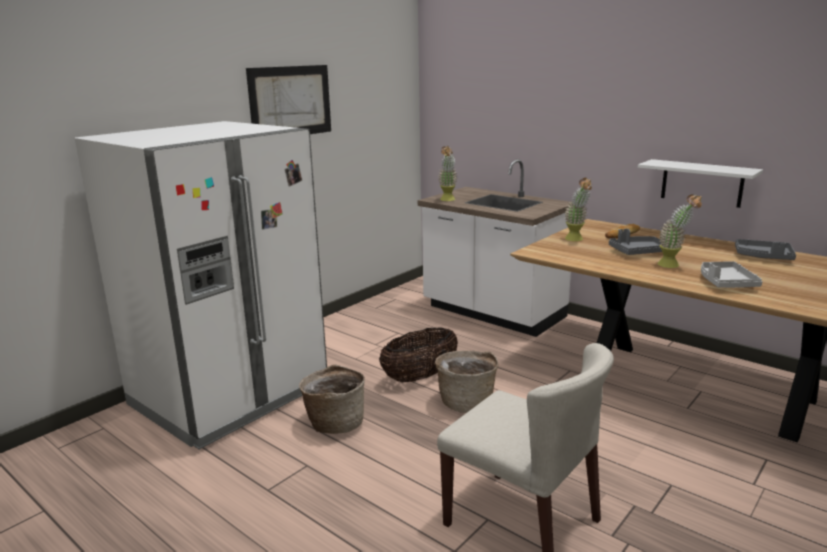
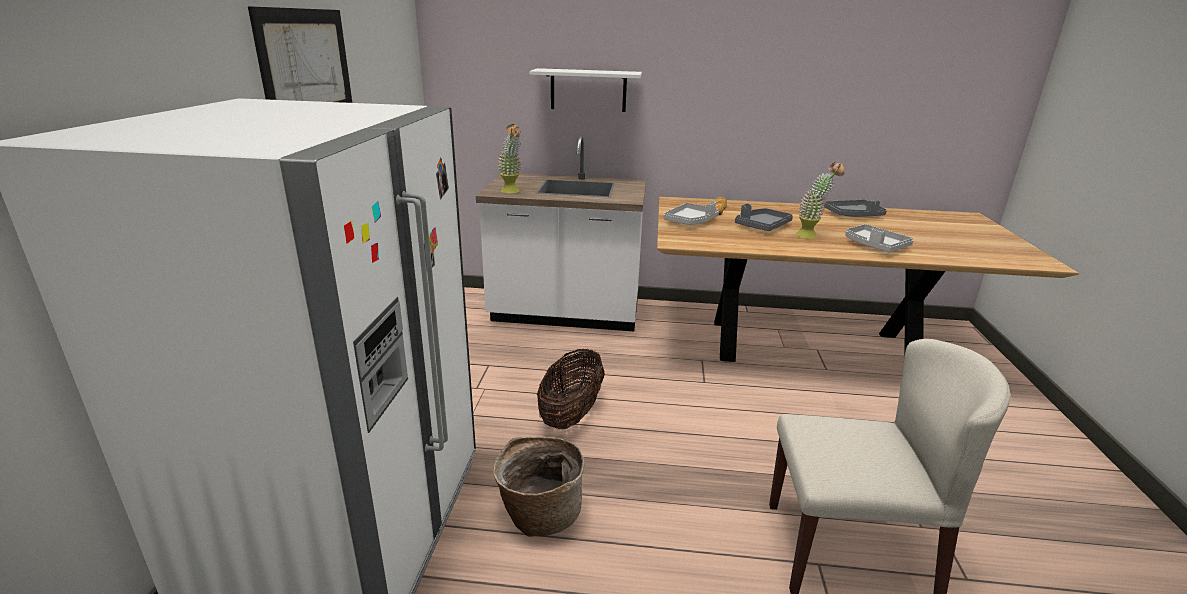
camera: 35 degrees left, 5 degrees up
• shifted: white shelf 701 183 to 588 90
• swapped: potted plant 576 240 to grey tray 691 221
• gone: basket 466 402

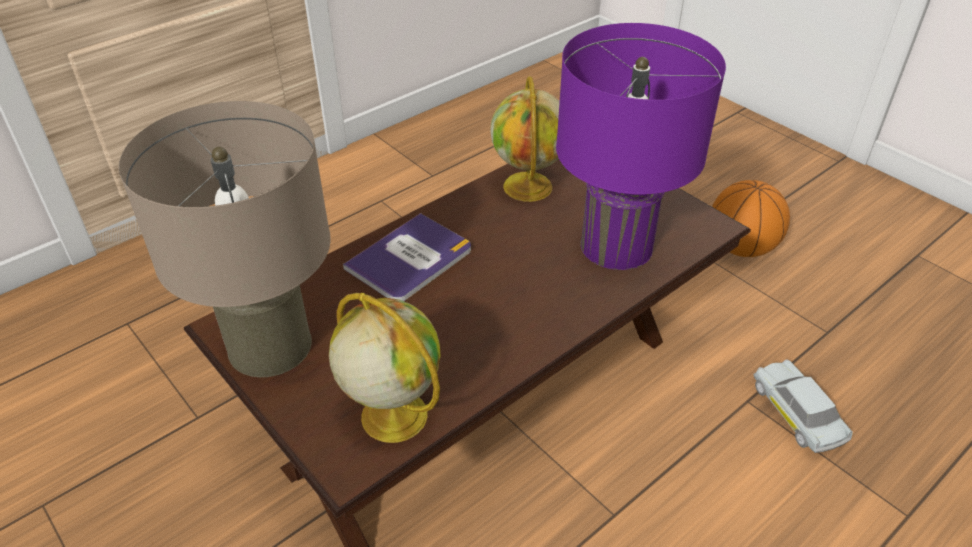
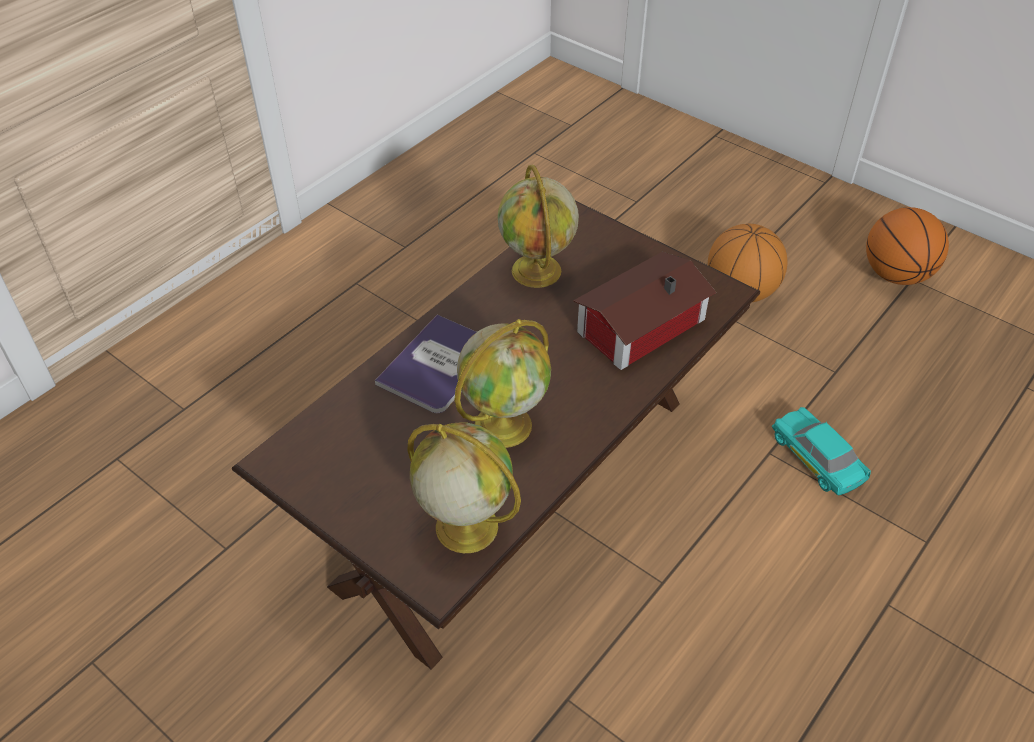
camera: 10 degrees left, 5 degrees up
• swapped: purple table lamp 616 245 to toy house 636 325
• gone: beige table lamp 270 345
• repainted: white toy car 796 414 to turquoise toy car 816 459
• new: basketball 896 275
• new: globe 504 424

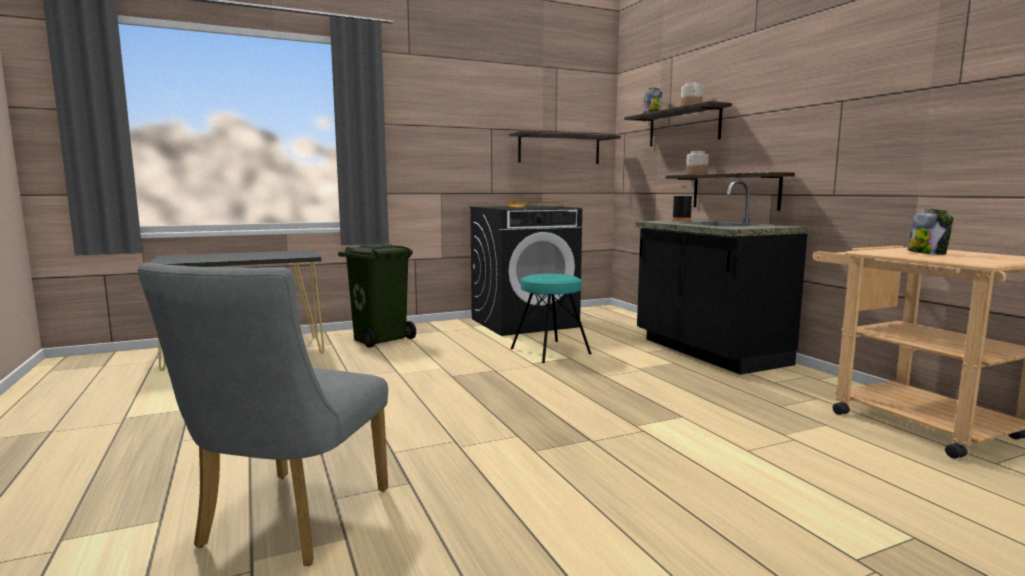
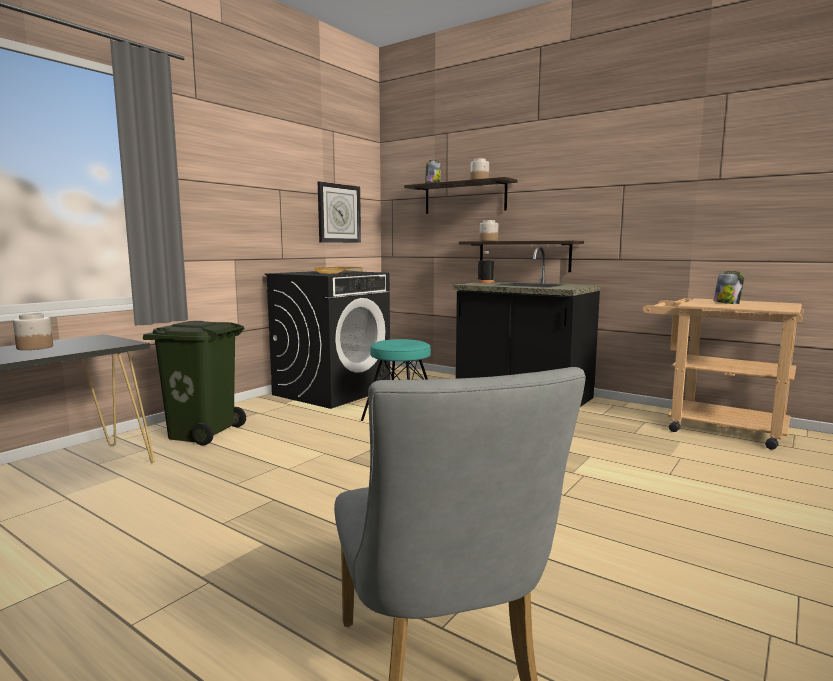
camera: 30 degrees left, 0 degrees up
• swapped: shelf 559 149 to wall clock 339 213
• new: jar 34 347

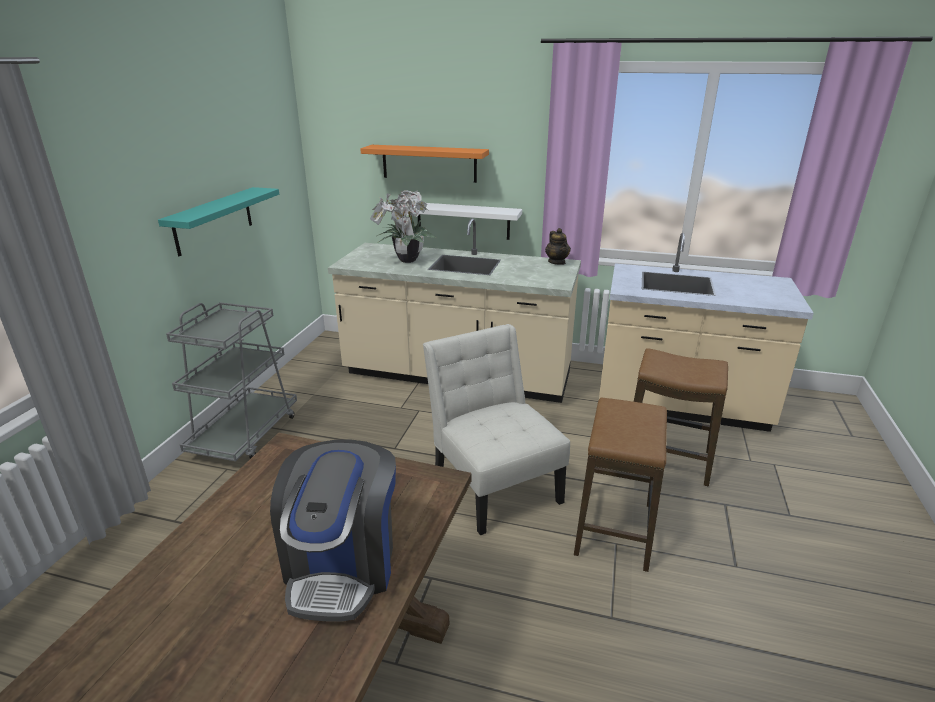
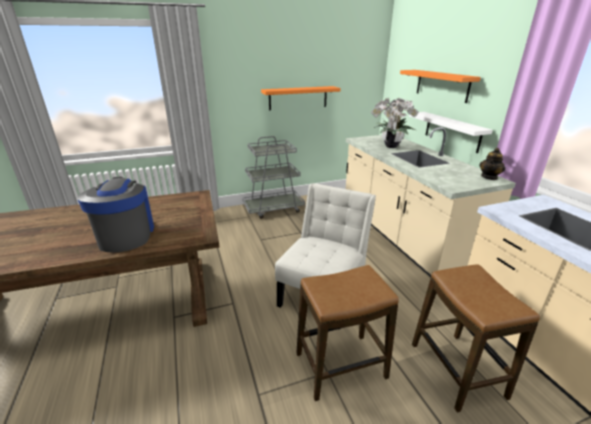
camera: 55 degrees right, 0 degrees up
• repainted: turquoise shelf 214 220 to orange shelf 298 98
• rotated: coffee machine 342 565 = 126 235 105 degrees clockwise

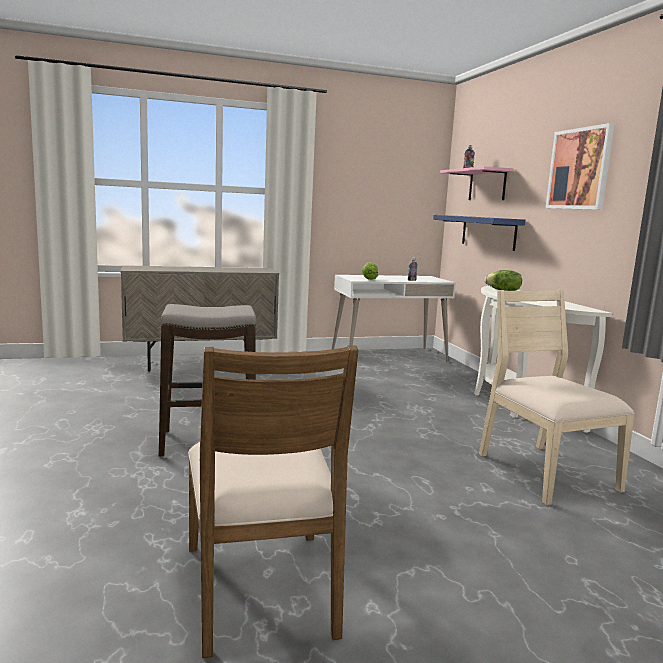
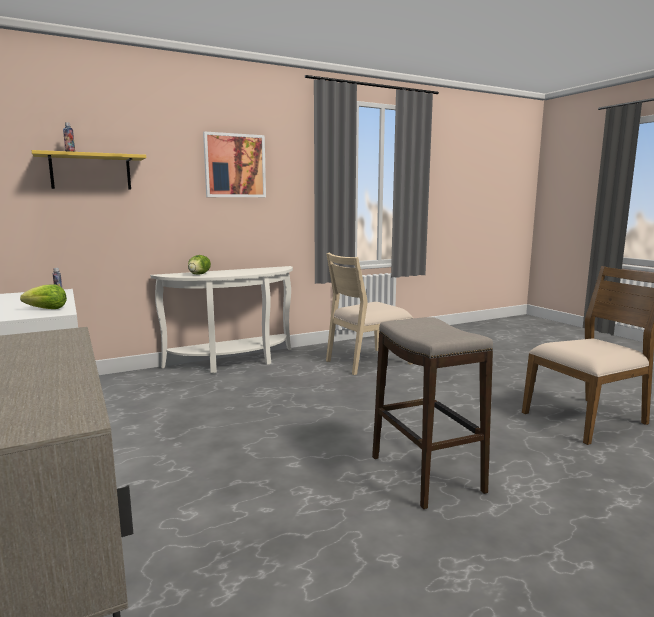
camera: 100 degrees left, 0 degrees up
• repainted: pink shelf 487 185 to yellow shelf 91 172
• gone: blue shelf 488 232

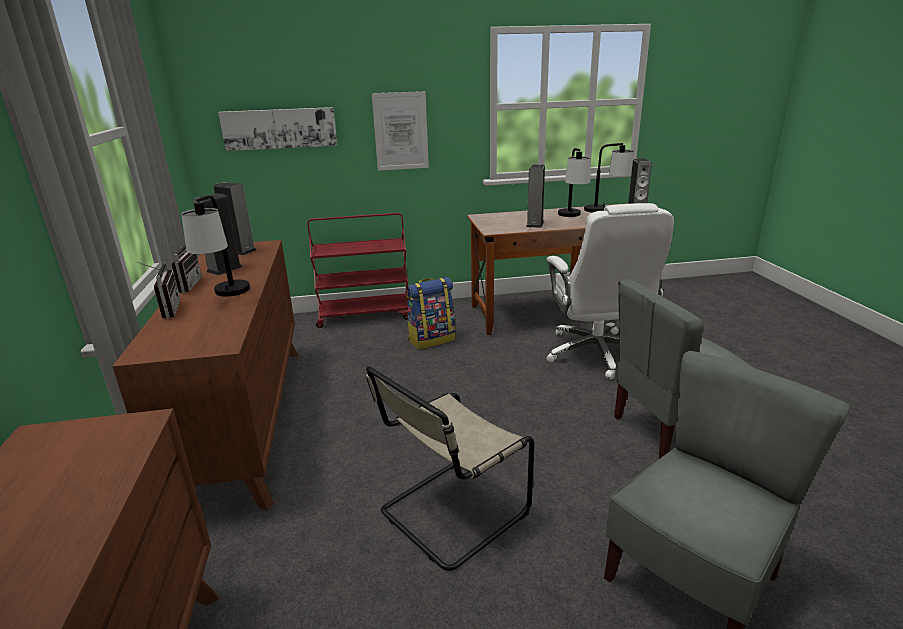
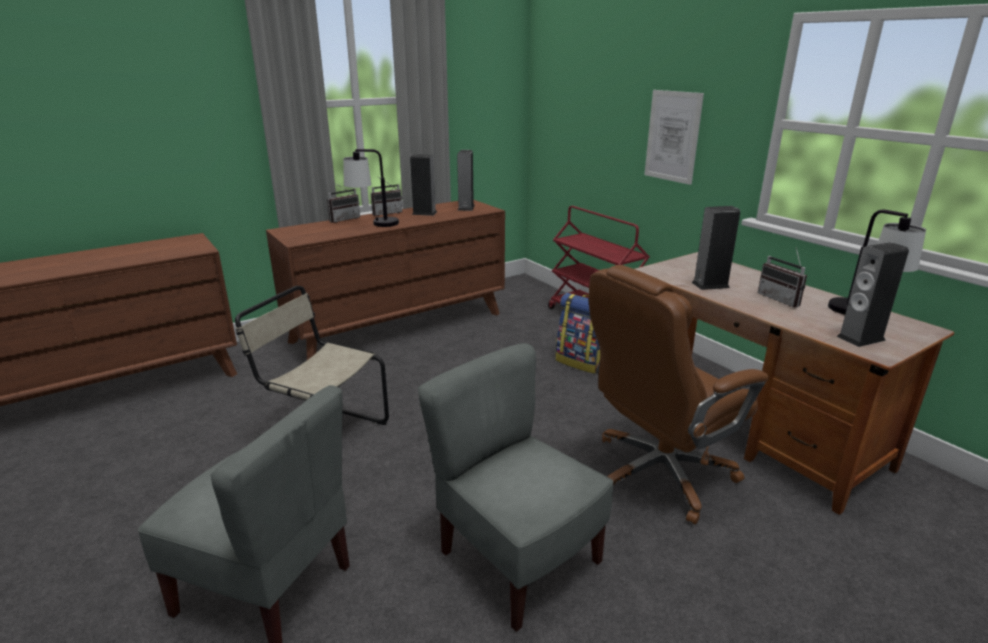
camera: 65 degrees right, 0 degrees up
• gone: picture 280 128
• swapped: table lamp 572 217 to radio 782 299
• repainted: white office chair 597 353 to brown office chair 658 473

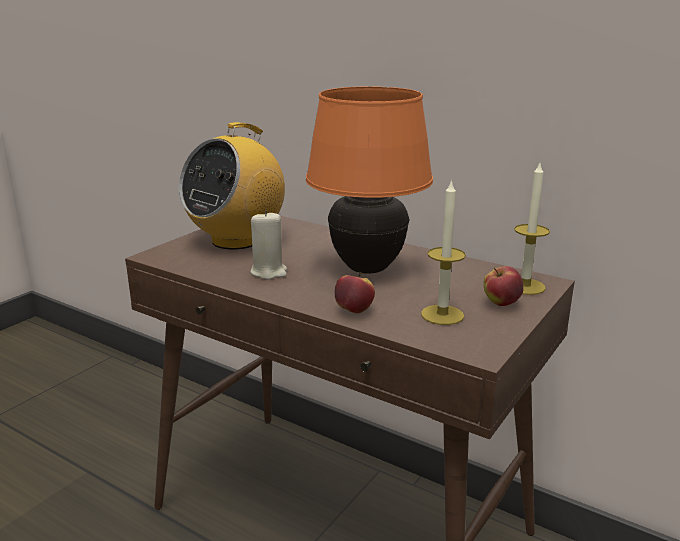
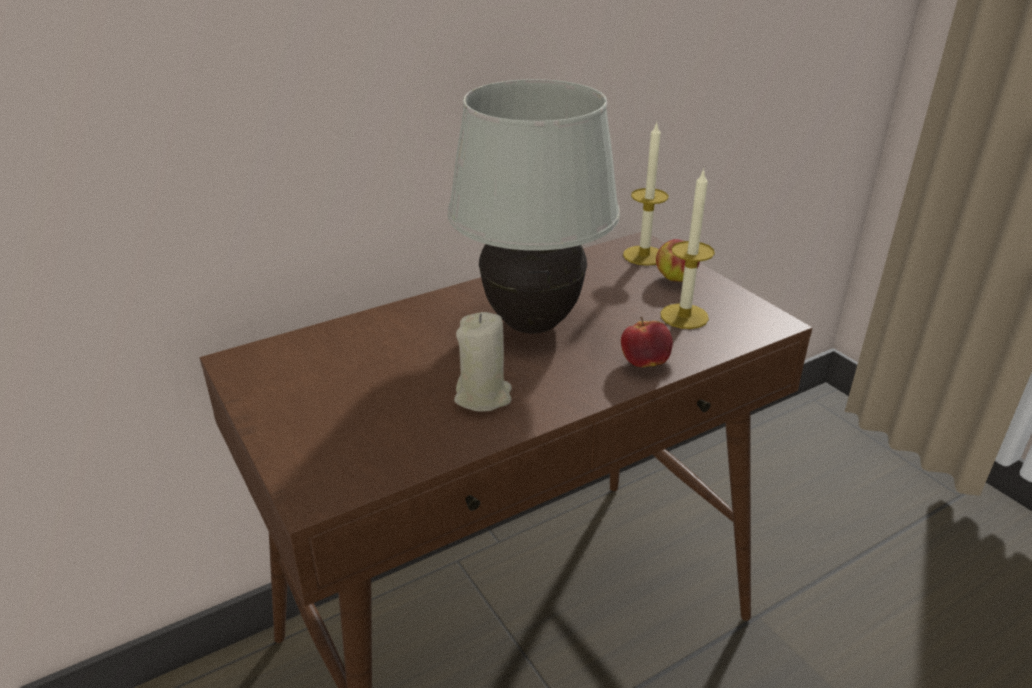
camera: 65 degrees left, 10 degrees up
• repainted: orange table lamp 368 269 to white table lamp 533 324
• gone: radio 236 240

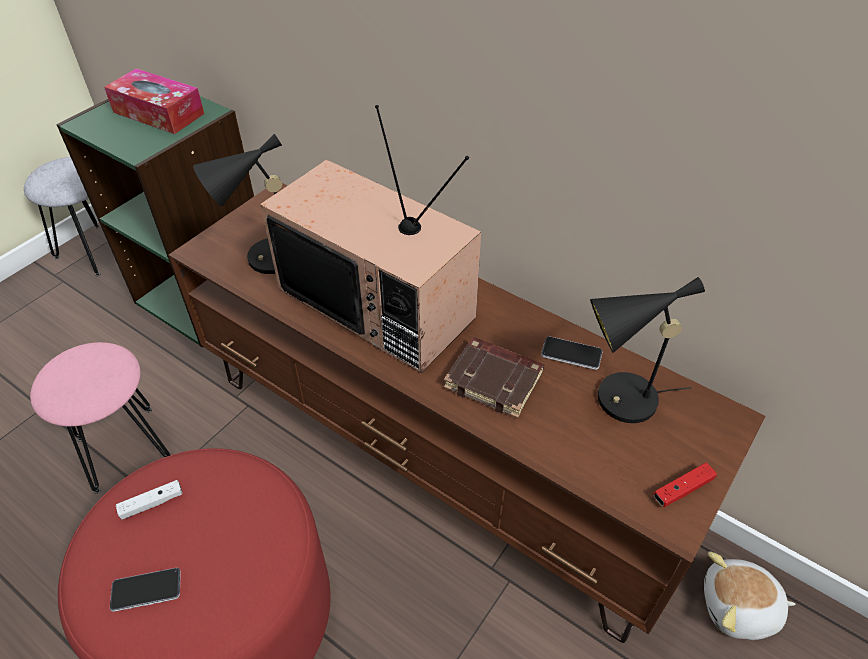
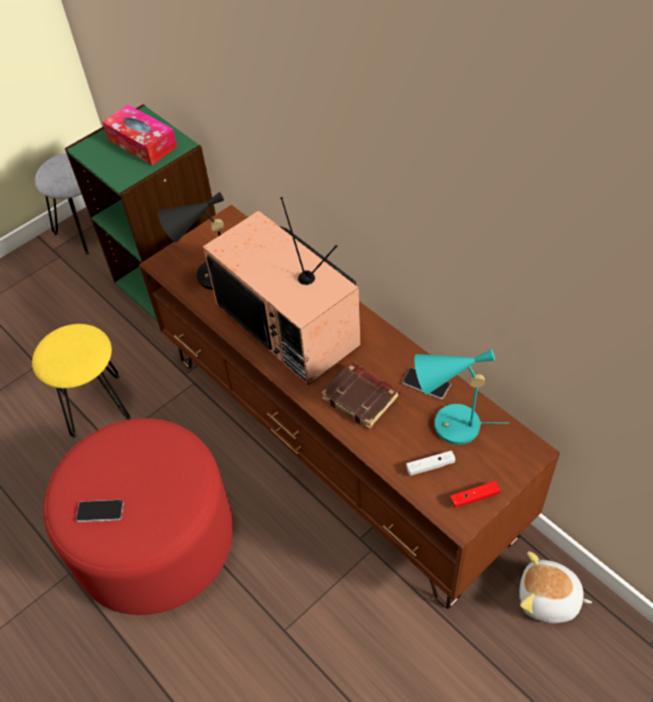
camera: 15 degrees right, 5 degrees up
• repainted: black table lamp 618 402 to turquoise table lamp 449 426
• repainted: pink stool 124 447 to yellow stool 95 405
• shifted: white game controller 152 503 to 430 466

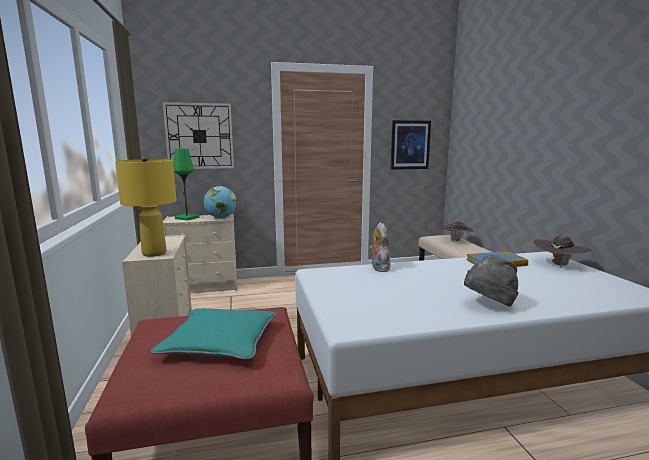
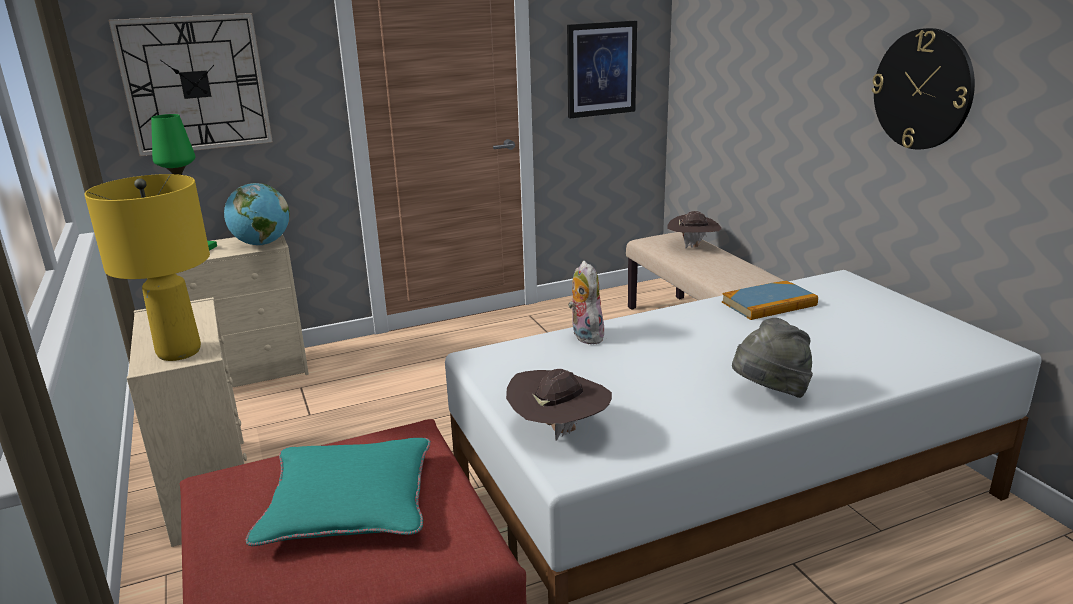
camera: 10 degrees left, 10 degrees up
• shifted: brown hat 558 265 to 559 431
• new: wall clock 922 89

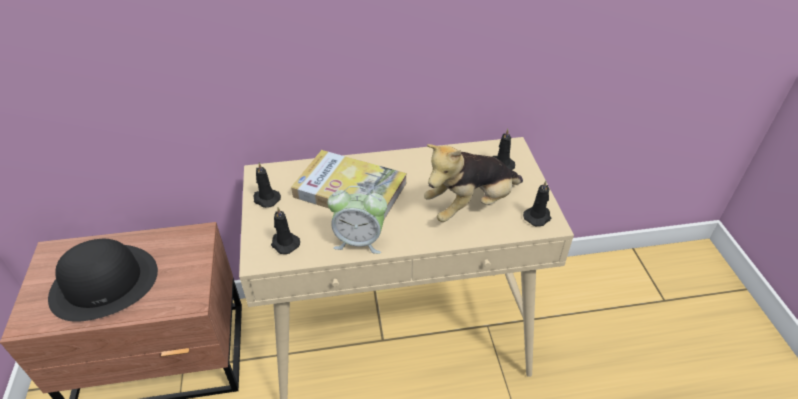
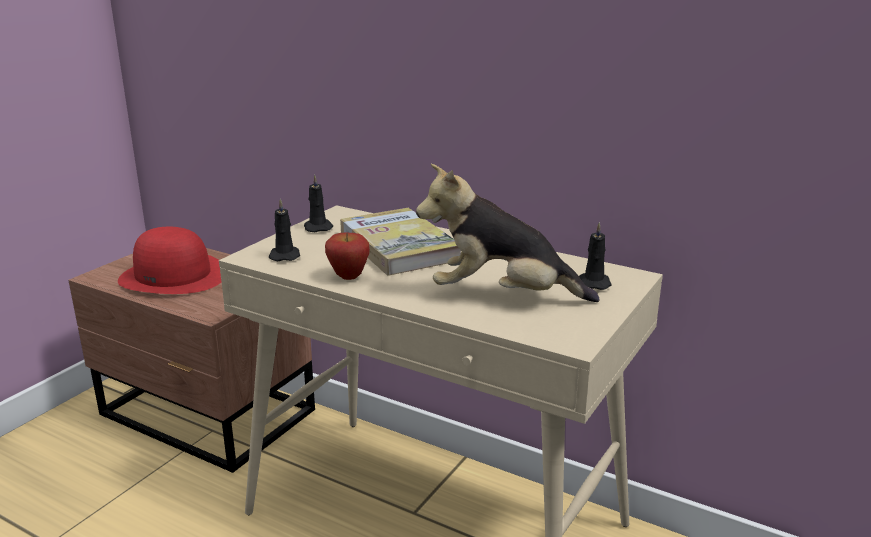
camera: 40 degrees right, 20 degrees down
• gone: black candle 538 216
• swapped: alarm clock 359 241 to apple 348 277
• repainted: black hat 104 282 to red hat 174 276

